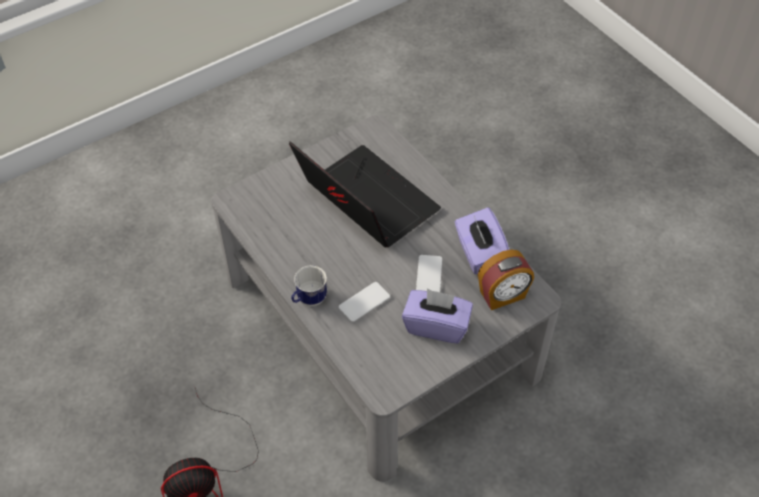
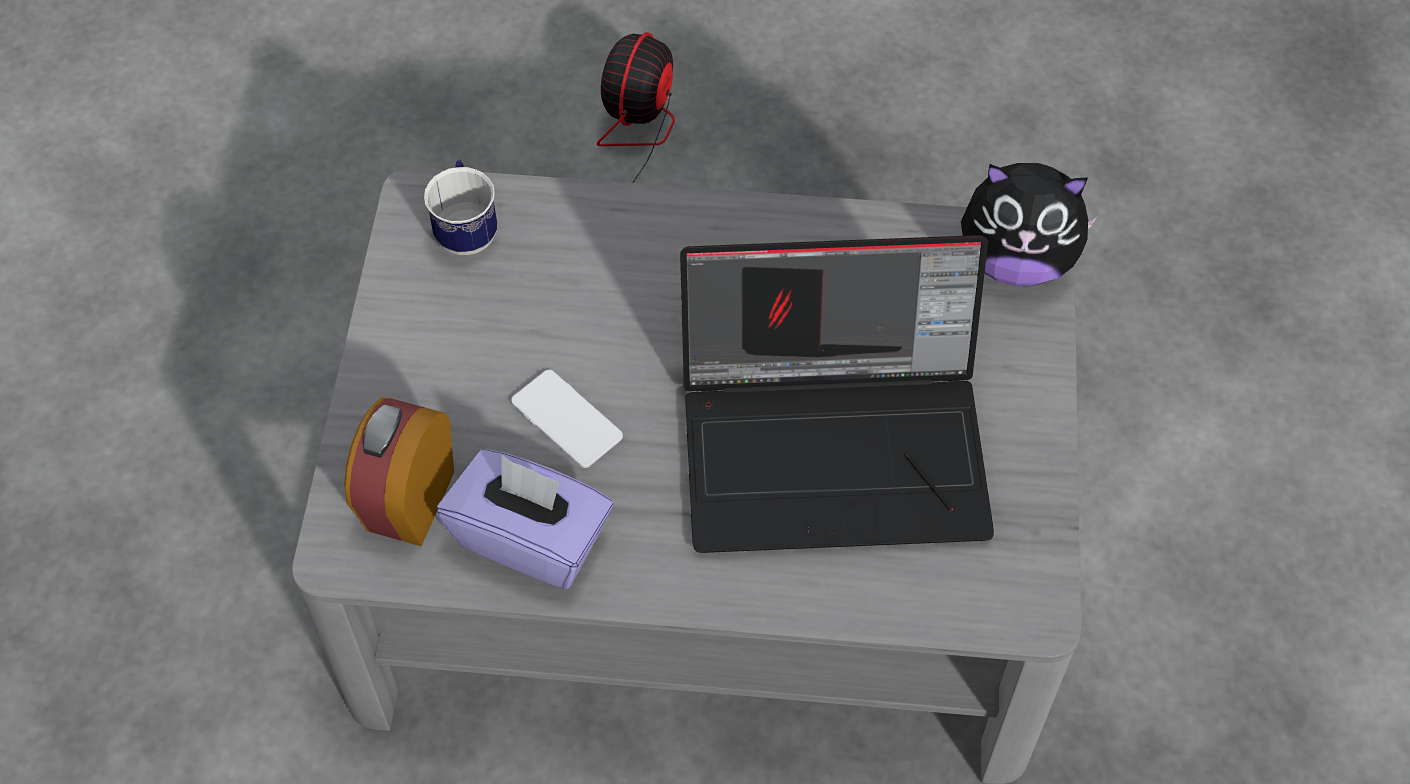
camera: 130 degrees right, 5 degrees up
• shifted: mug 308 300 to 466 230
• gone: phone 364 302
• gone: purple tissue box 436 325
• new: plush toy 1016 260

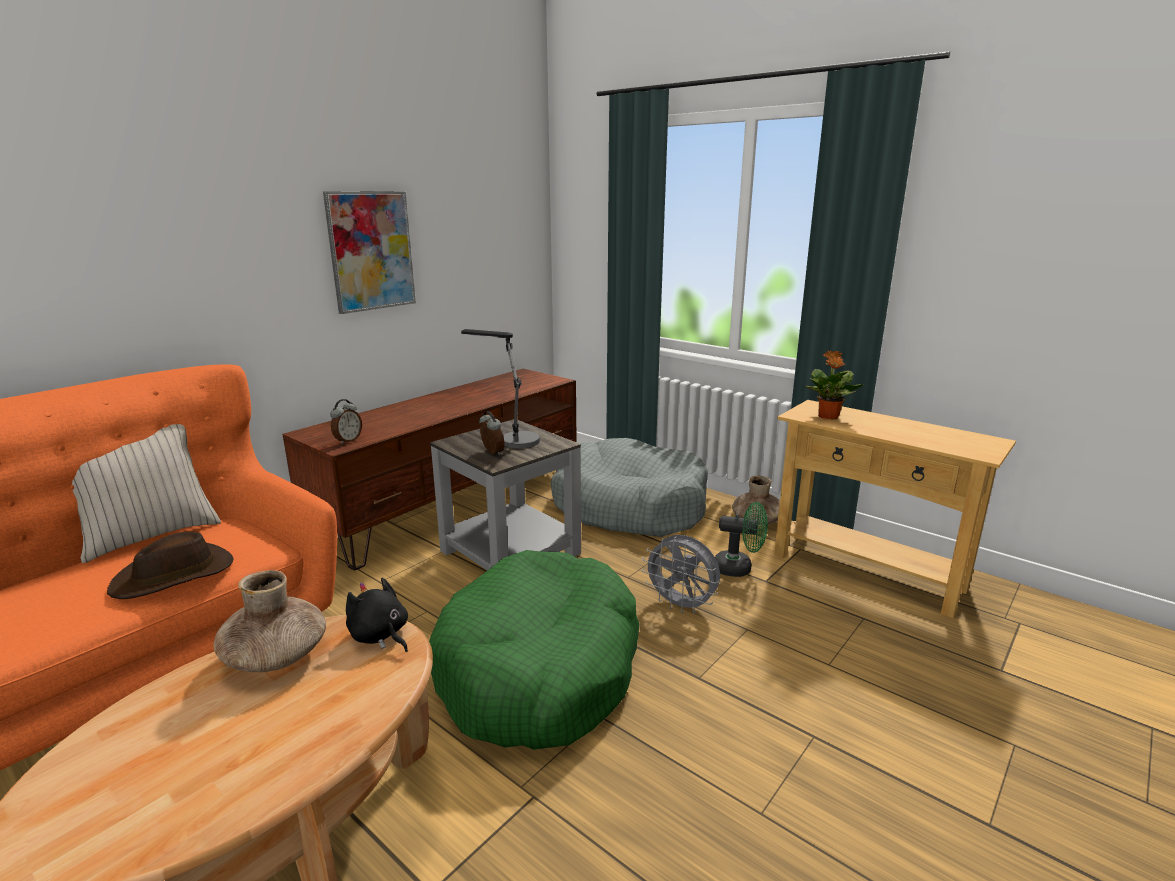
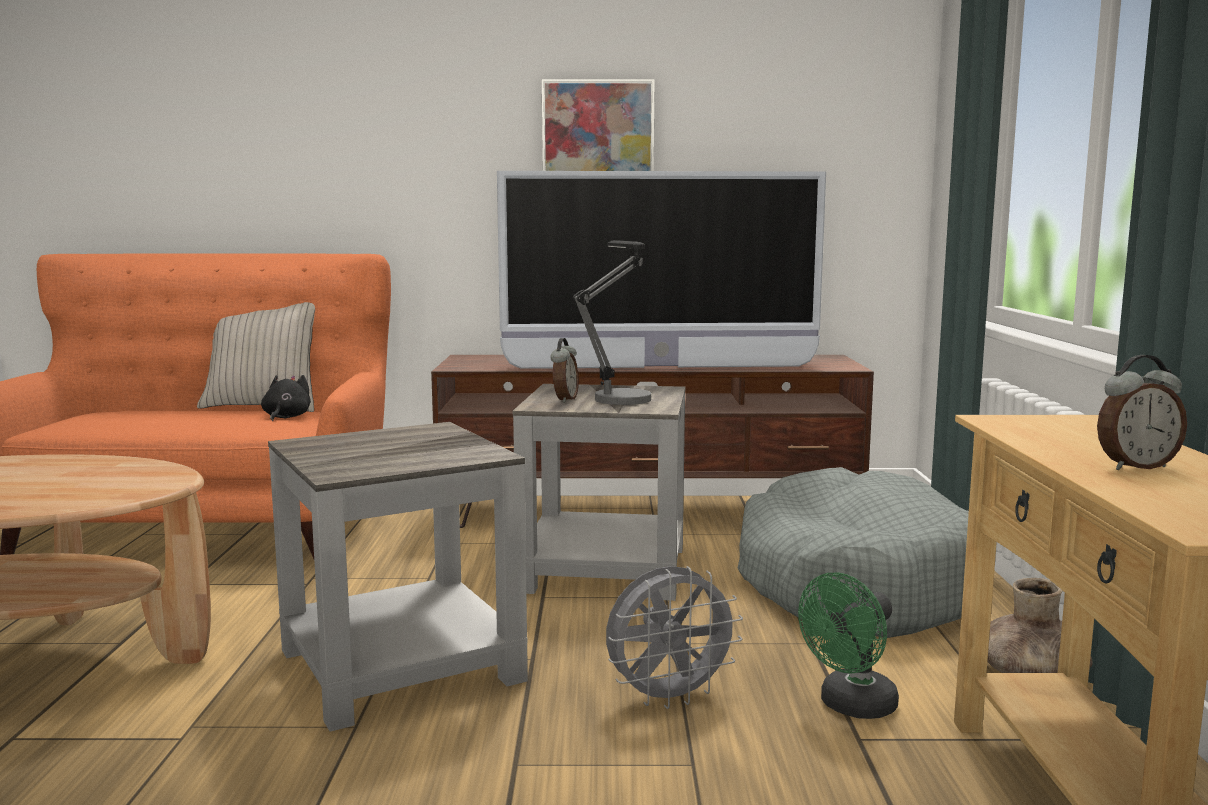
camera: 50 degrees right, 10 degrees down
• gone: potted plant 828 417
• shifted: alarm clock 348 440 to 1135 467
• rotated: green fan 739 568 = 851 707 75 degrees clockwise
• gone: brown hat 175 576
• rotated: grey fan 681 605 = 669 698 105 degrees counterclockwise
• swapped: green dog bed 539 669 to grey side table 402 663
• gone: brown vase 276 656
• shifted: black plush toy 380 636 to 285 417
• new: television 660 367

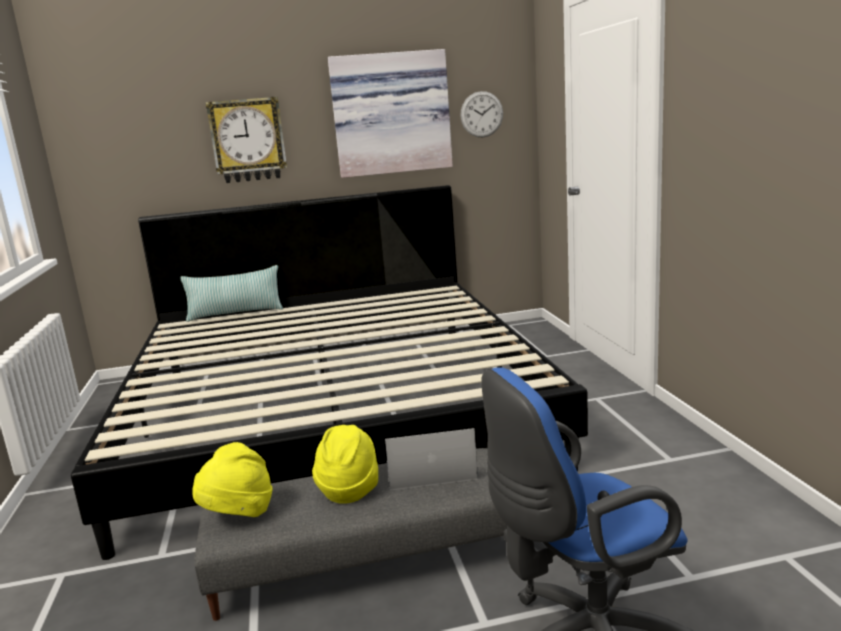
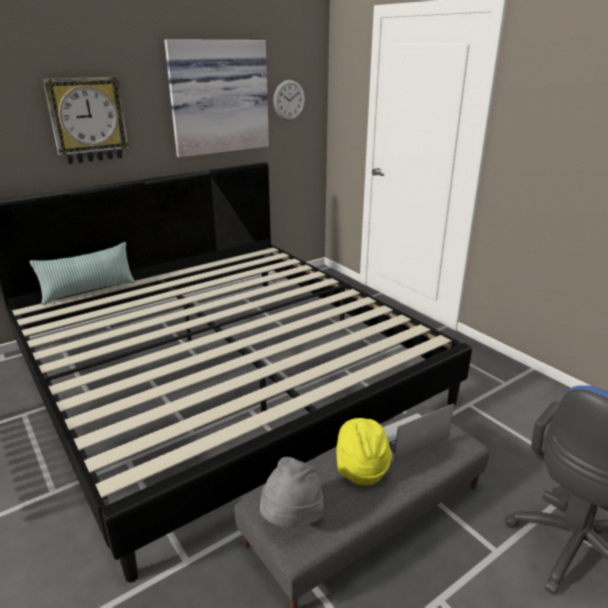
camera: 25 degrees left, 10 degrees up
• repainted: yellow hat 238 515 to grey hat 291 518

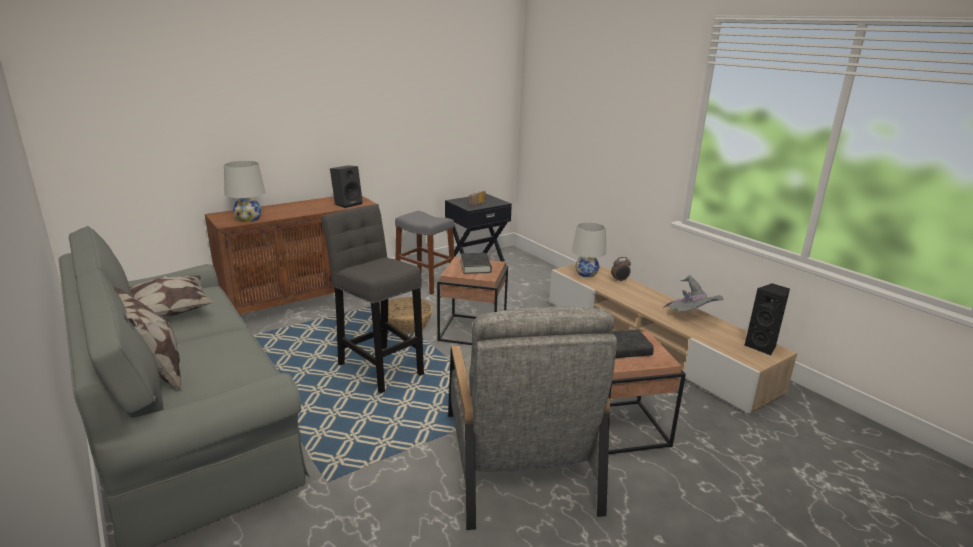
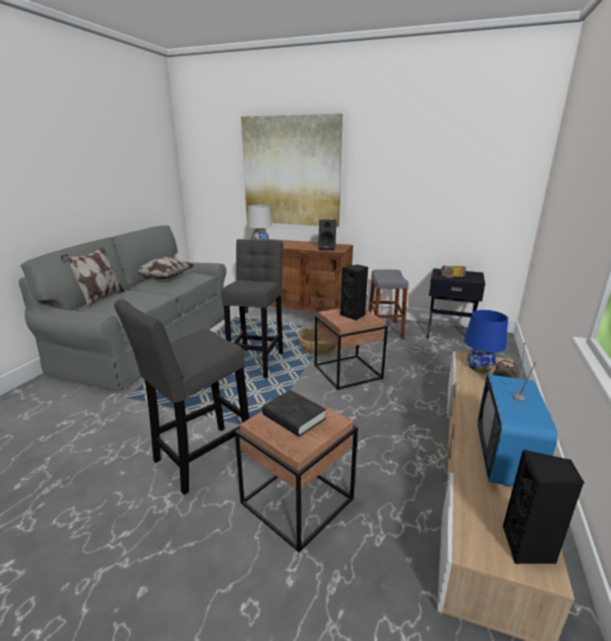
camera: 55 degrees right, 0 degrees up
• repainted: white table lamp 586 273 to blue table lamp 479 367
• swapped: black book 475 266 to black speaker 354 315
• swapped: grey hat 691 317 to television 505 459
• swapped: grey armchair 517 460 to grey stool 199 459
• new: picture 291 172

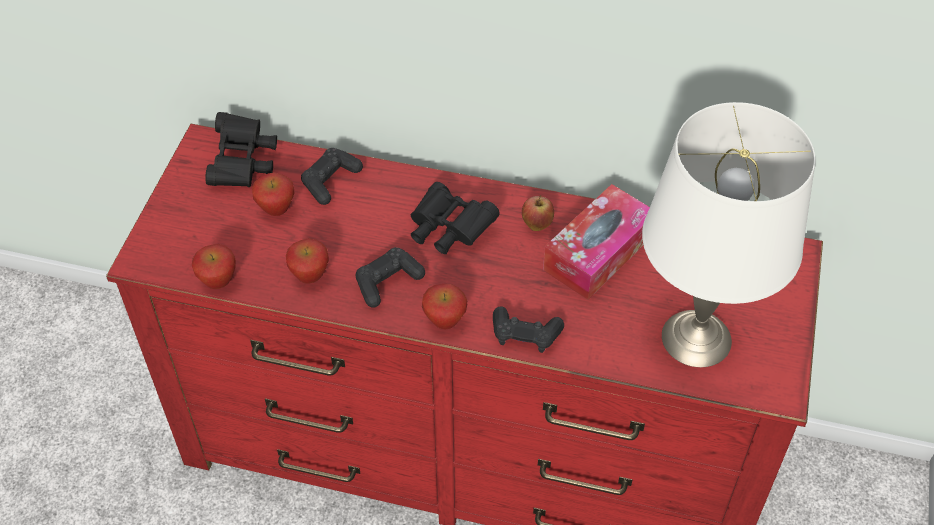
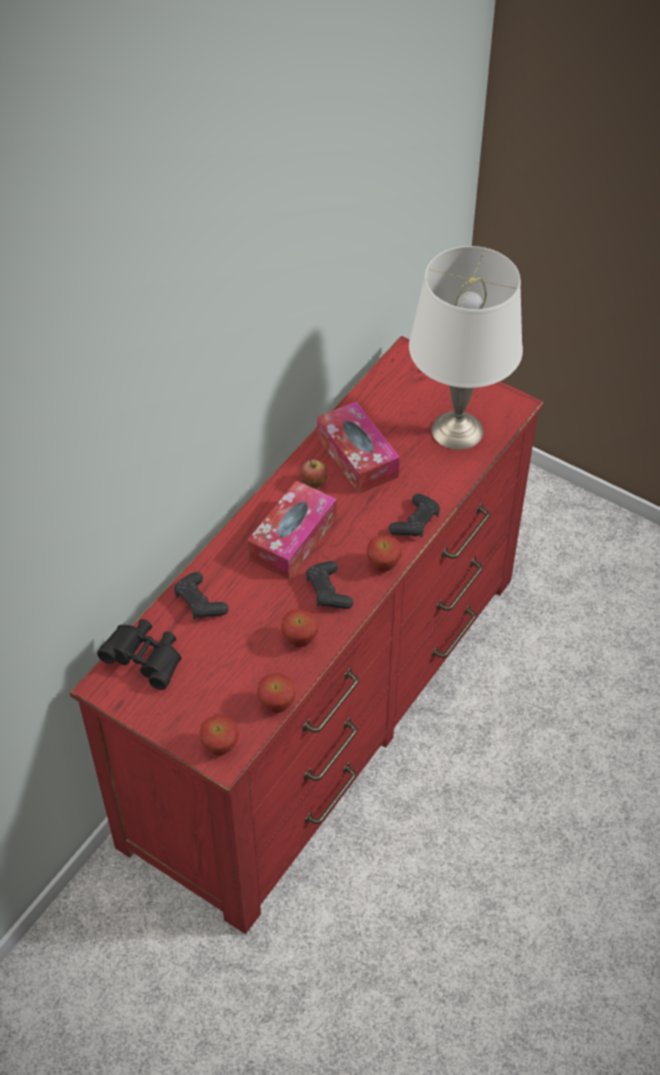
camera: 70 degrees left, 0 degrees up
• shifted: apple 276 210 to 220 748
• swapped: black binoculars 448 230 to tissue box 293 538

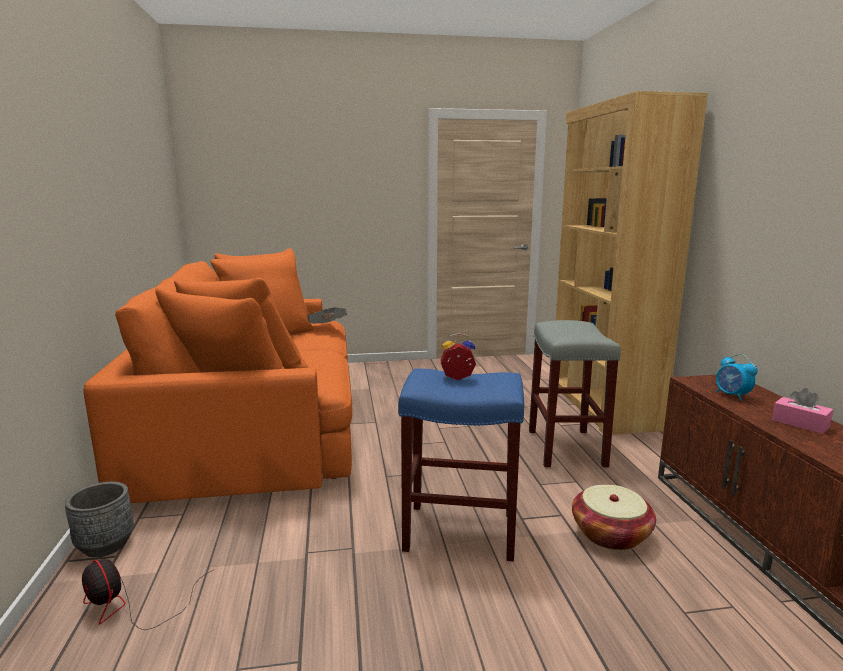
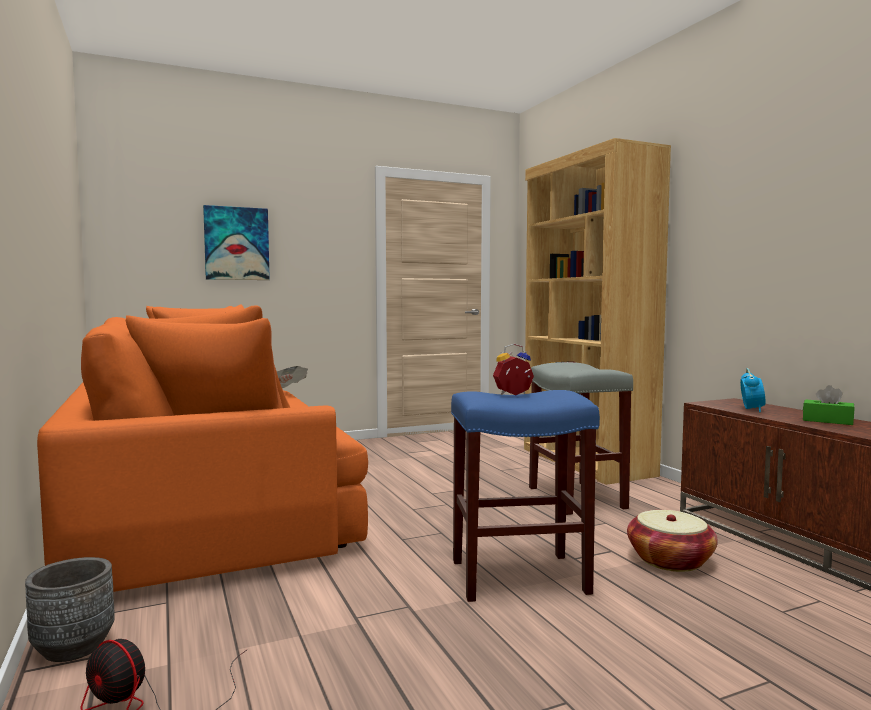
camera: 15 degrees left, 10 degrees down
• rotated: alarm clock 732 396 = 751 409 120 degrees counterclockwise
• repainted: pink tissue box 800 423 to green tissue box 827 421
• new: picture 236 243

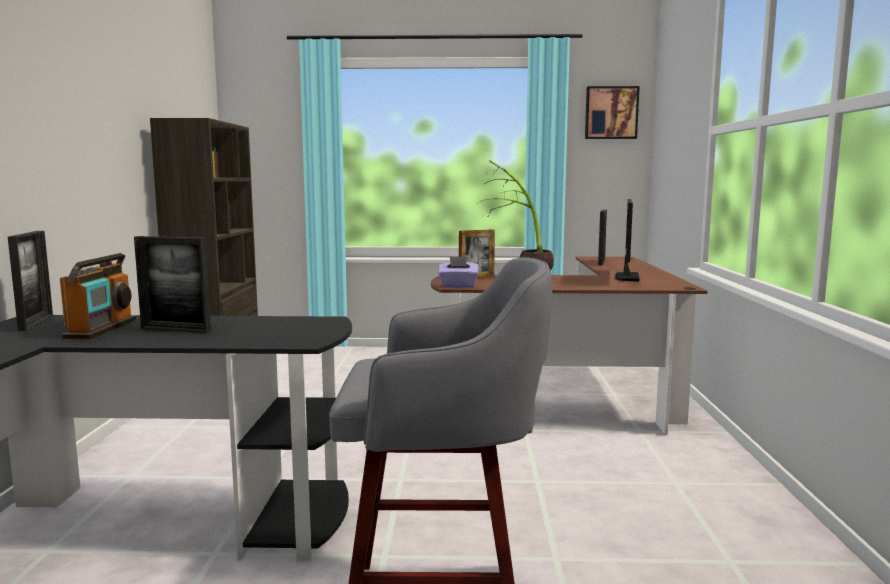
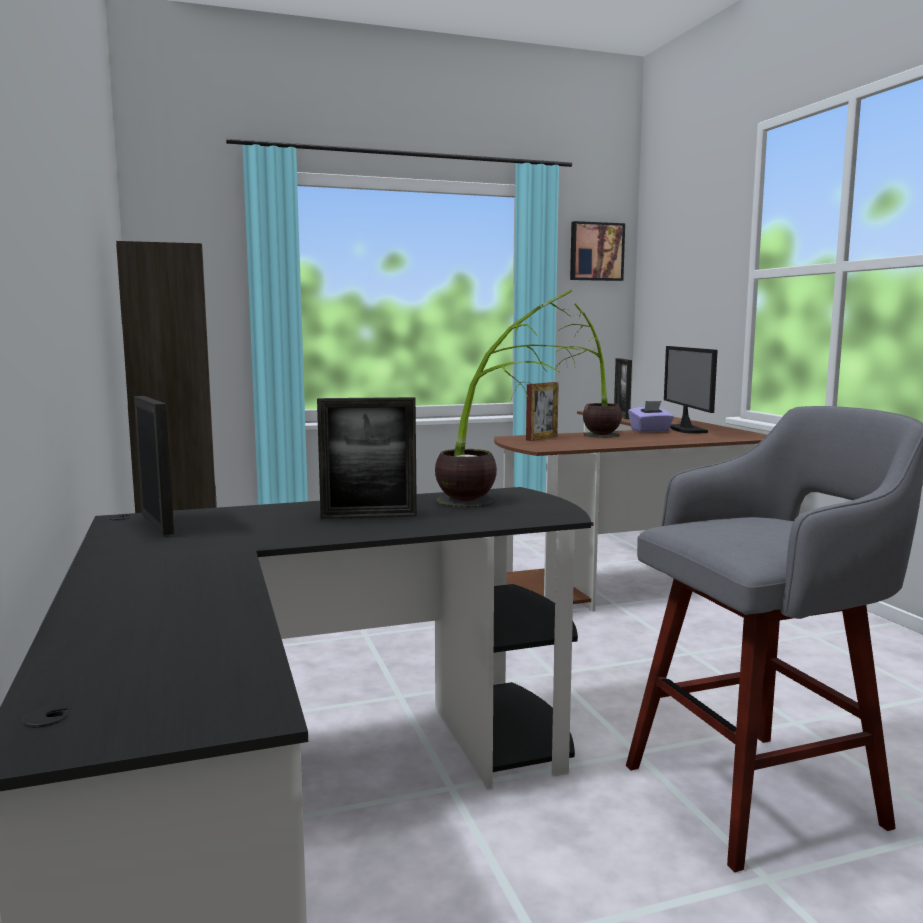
camera: 20 degrees left, 0 degrees up
• gone: radio 101 328
• shifted: purple tissue box 458 286 to 650 431
• new: potted plant 494 505

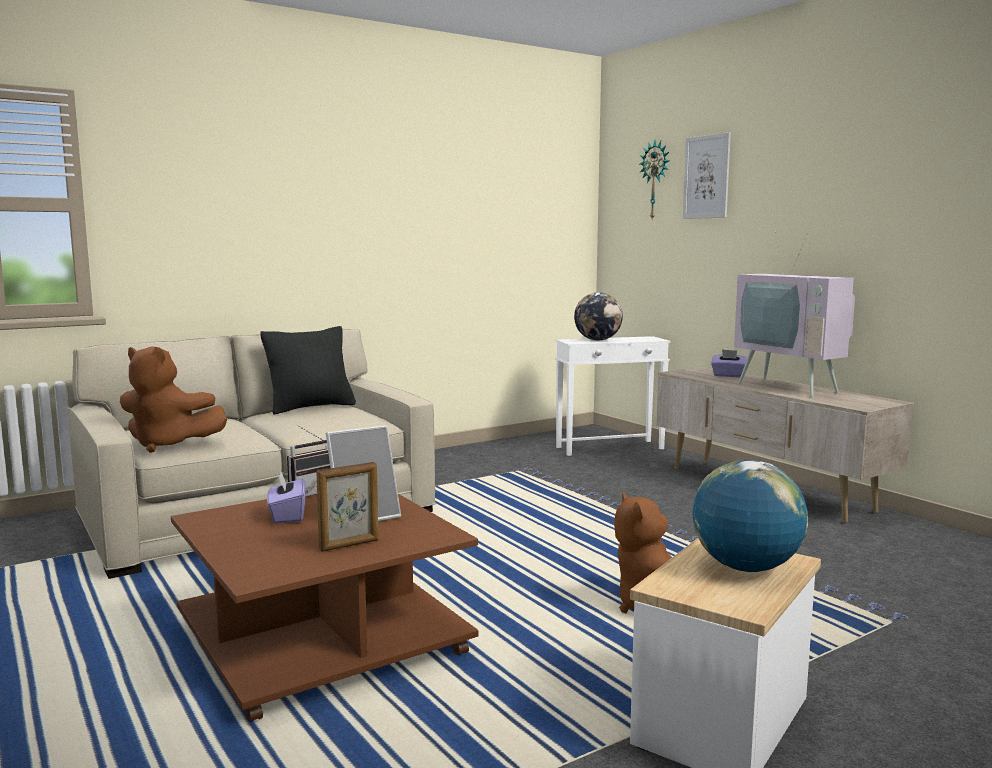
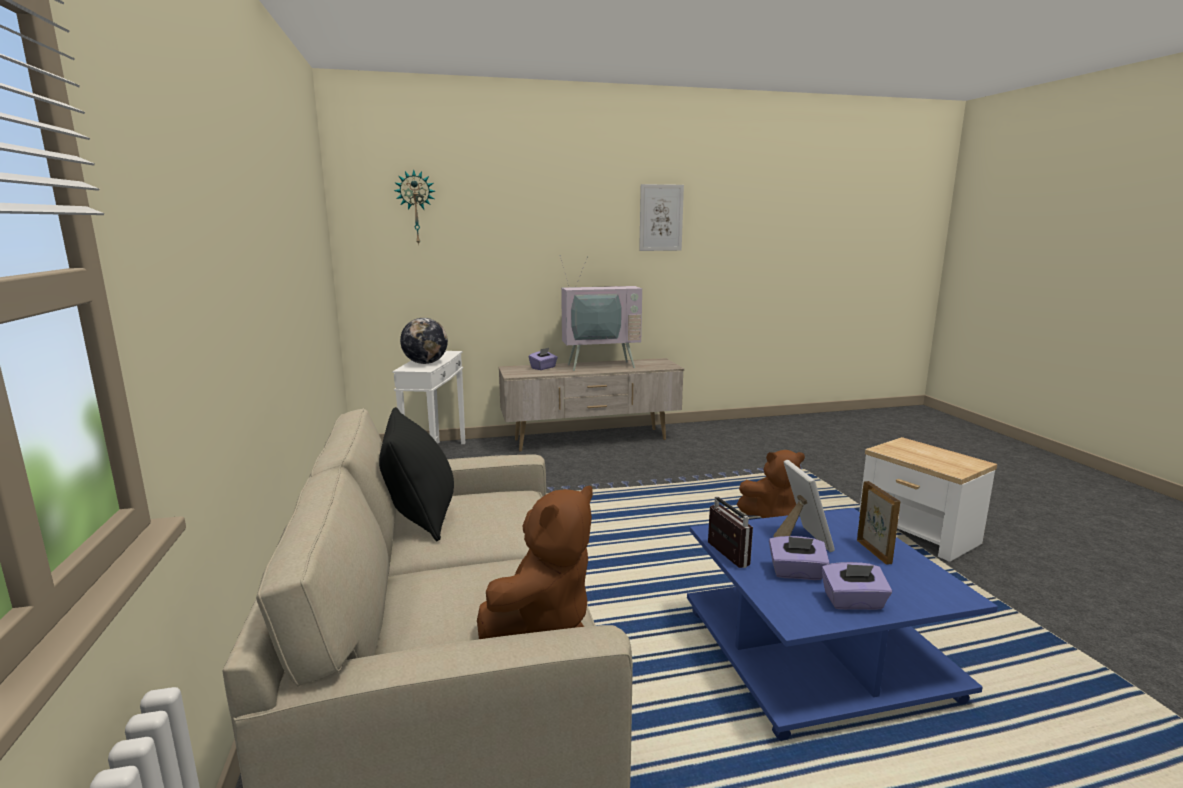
camera: 70 degrees left, 5 degrees up
• shifted: picture 706 177 to 661 218
• gone: globe 746 568
• repainted: brown coffee table 324 637 to blue coffee table 812 653
• new: purple tissue box 853 602

